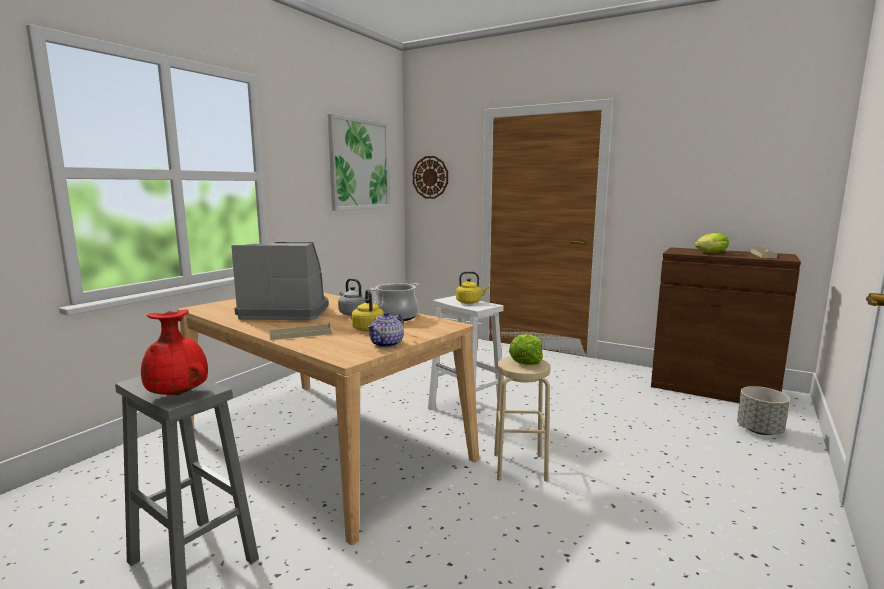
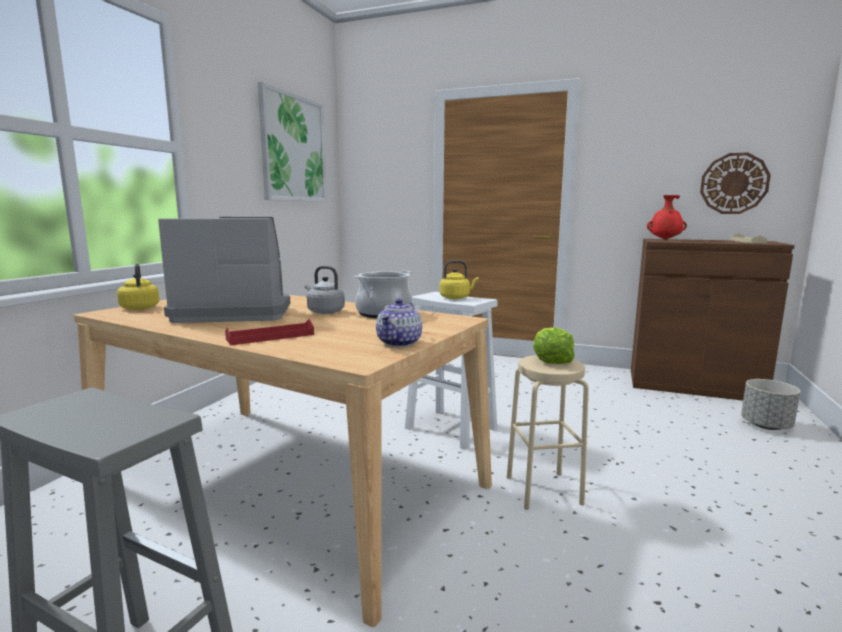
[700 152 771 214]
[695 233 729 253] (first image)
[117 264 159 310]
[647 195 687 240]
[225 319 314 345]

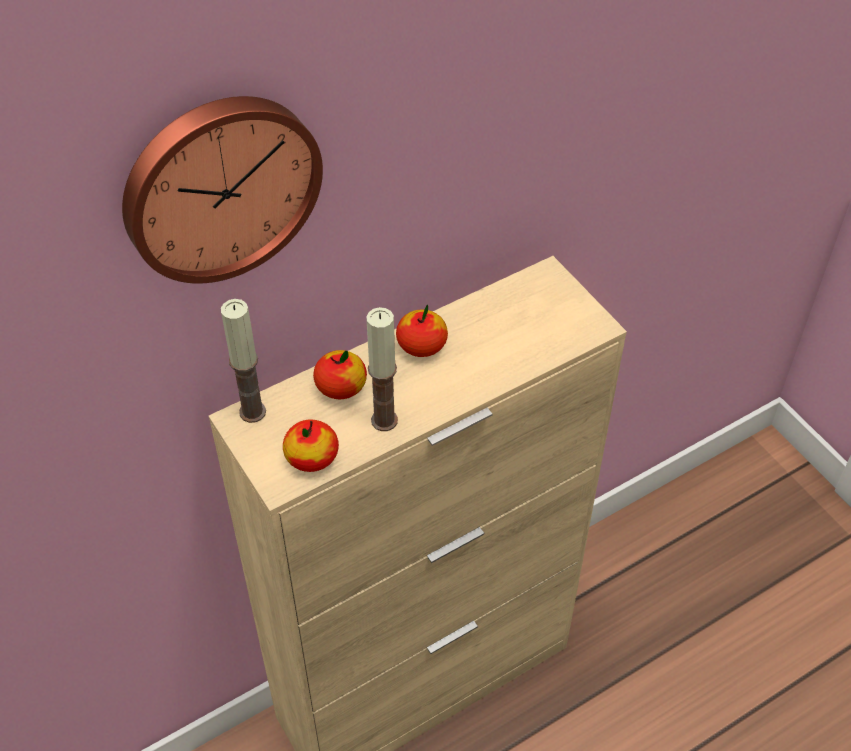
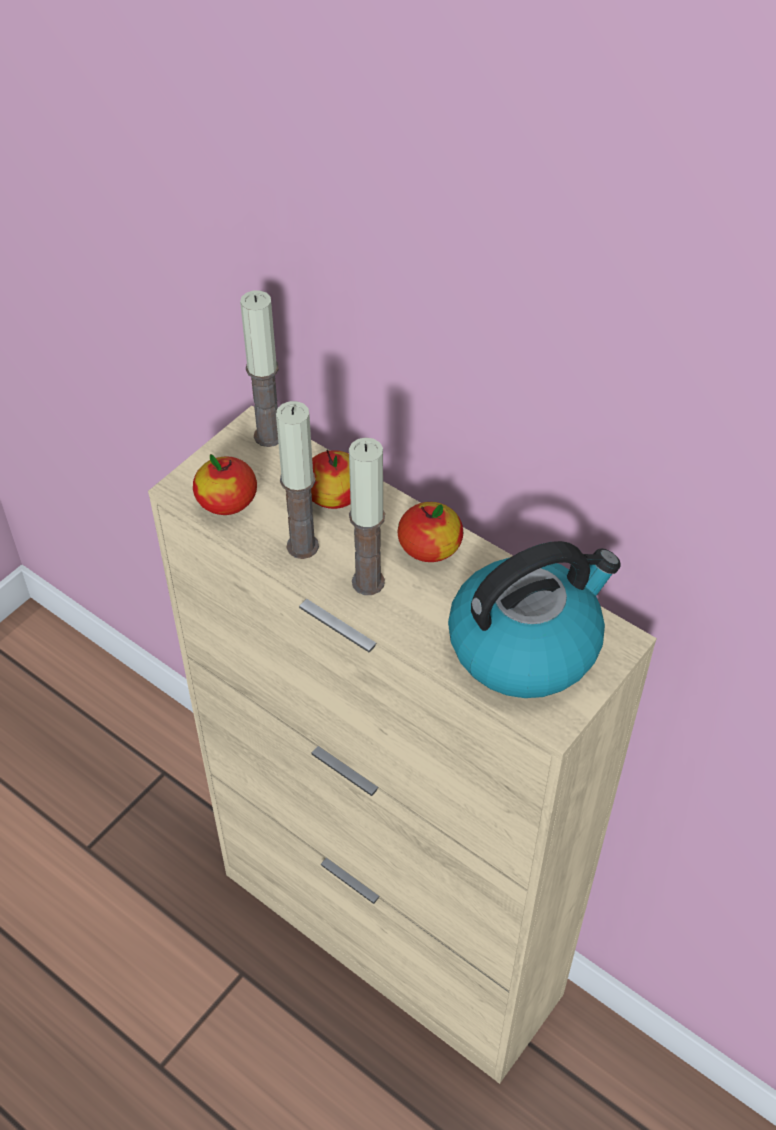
[122 96 323 284] (first image)
[349 437 385 595]
[448 541 621 698]

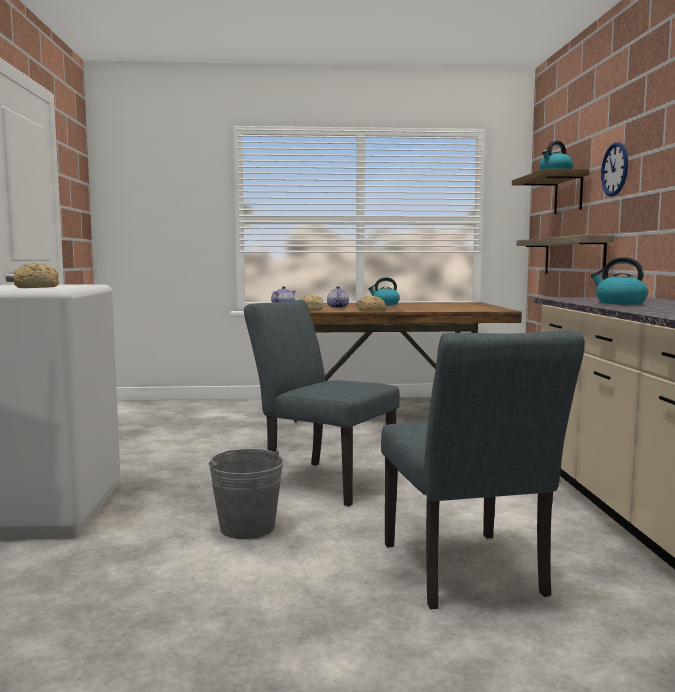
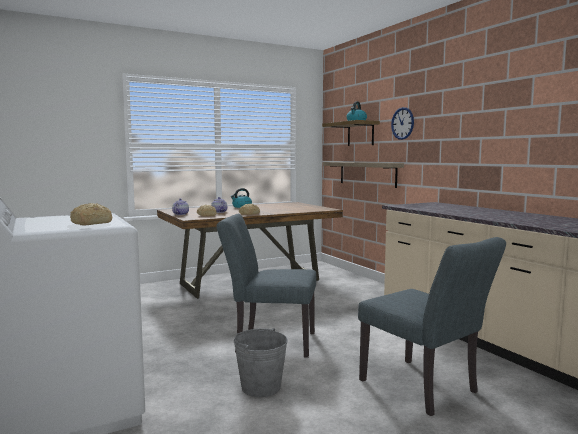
[591 257 648 304] (first image)

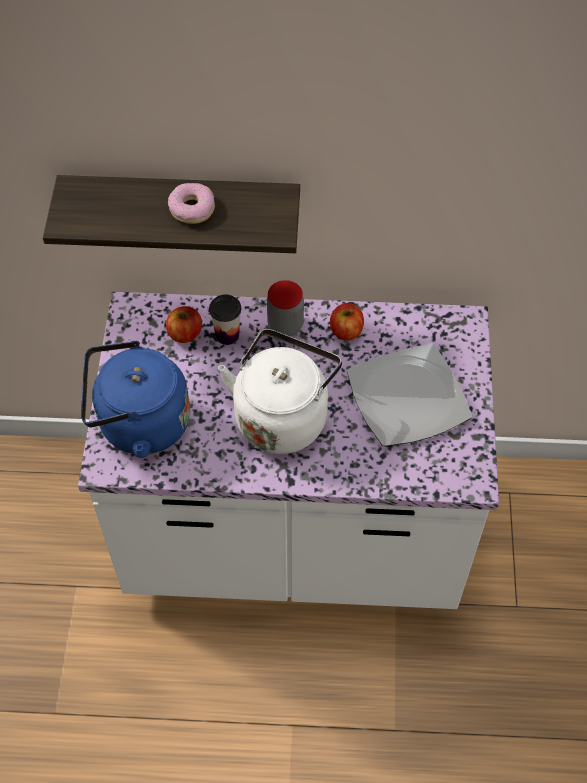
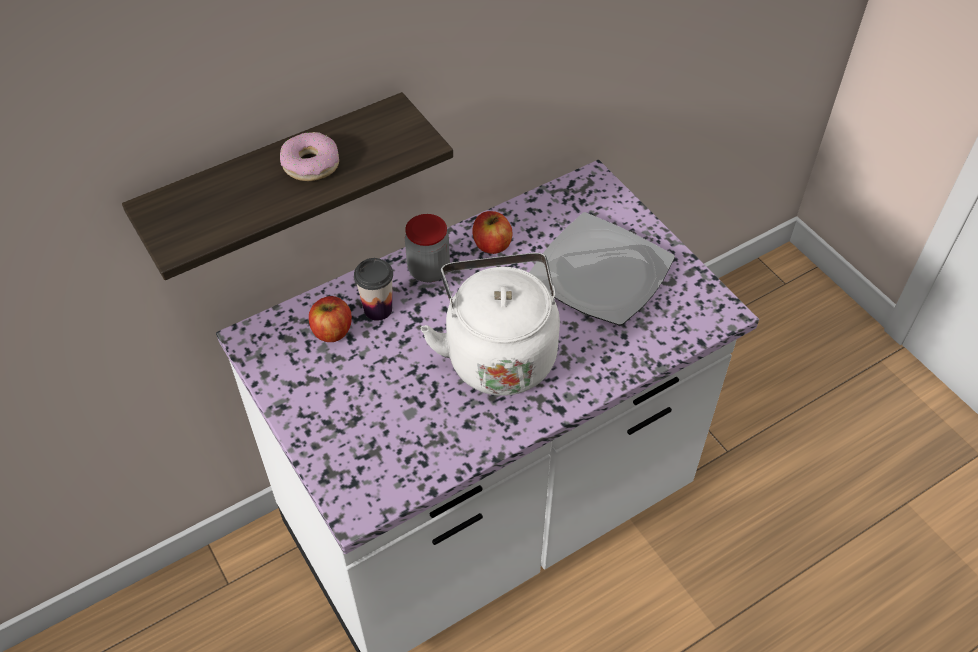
[81 341 190 458] (first image)

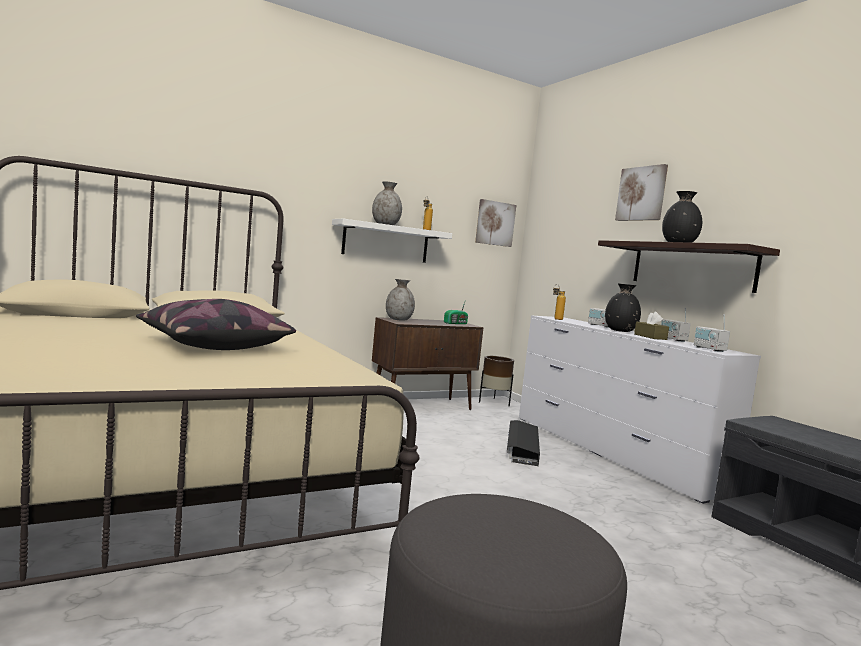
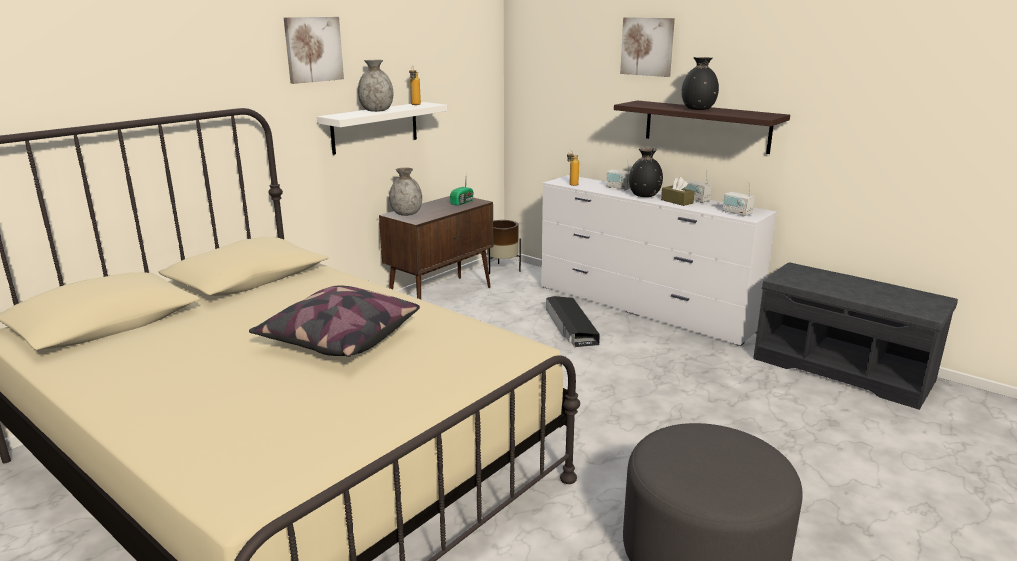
[284 17 344 84]

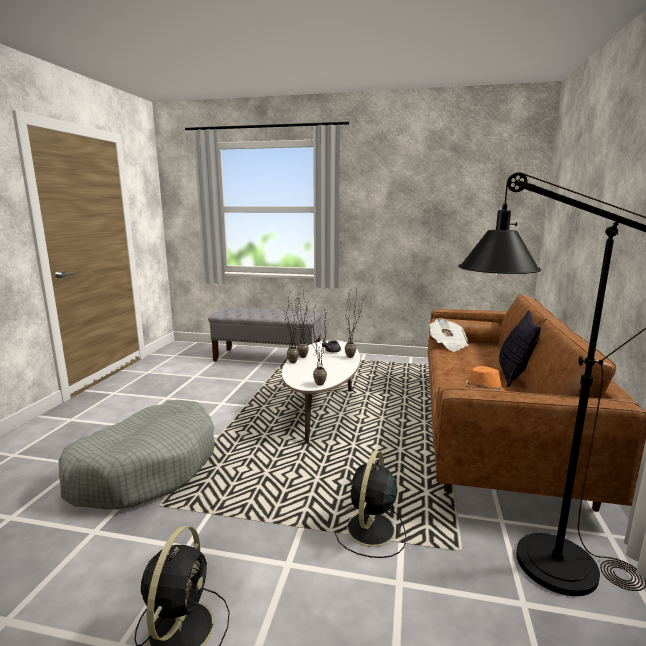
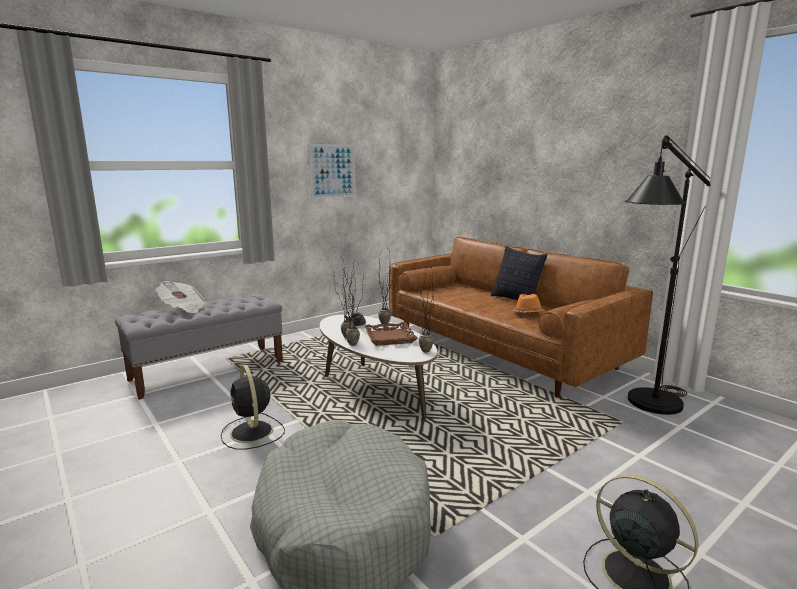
[156 281 207 313]
[221 365 285 450]
[309 144 356 199]
[364 322 418 346]

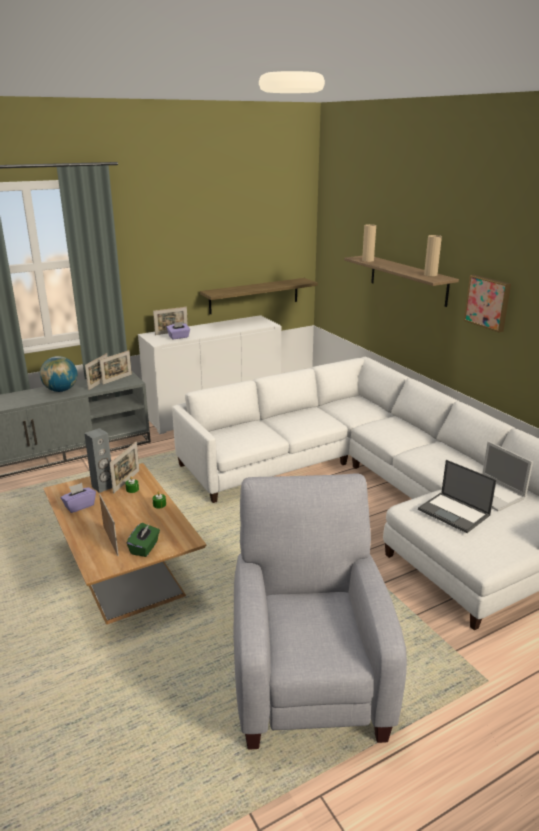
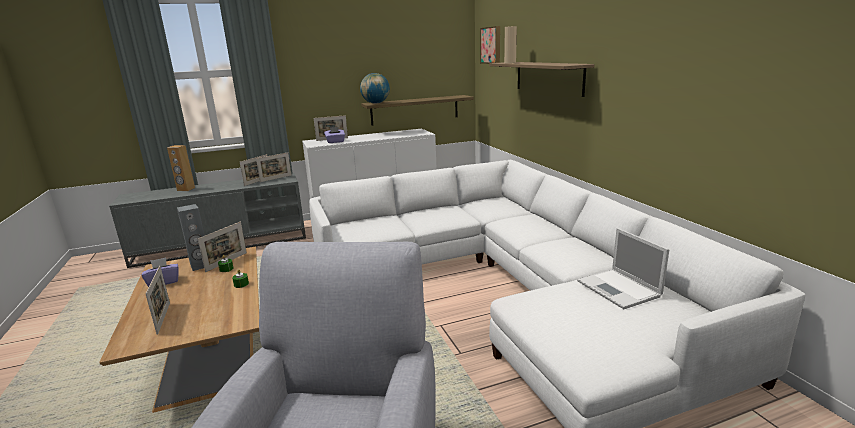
[424 235 442 276] (first image)
[480 26 500 64]
[360 73 390 104]
[418 460 496 533] (first image)
[127 523 160 557] (first image)
[167 145 195 191]

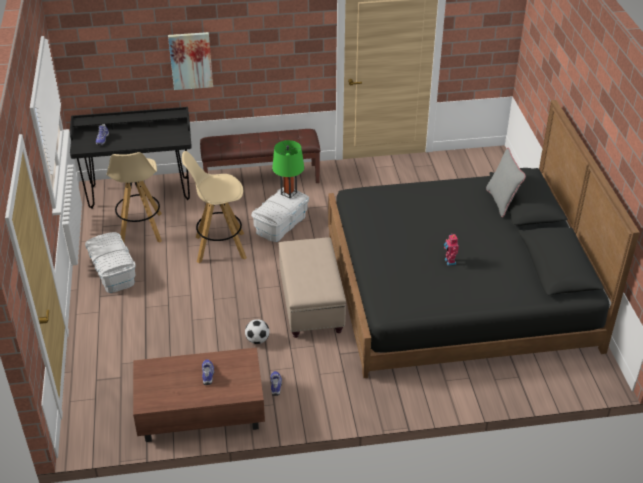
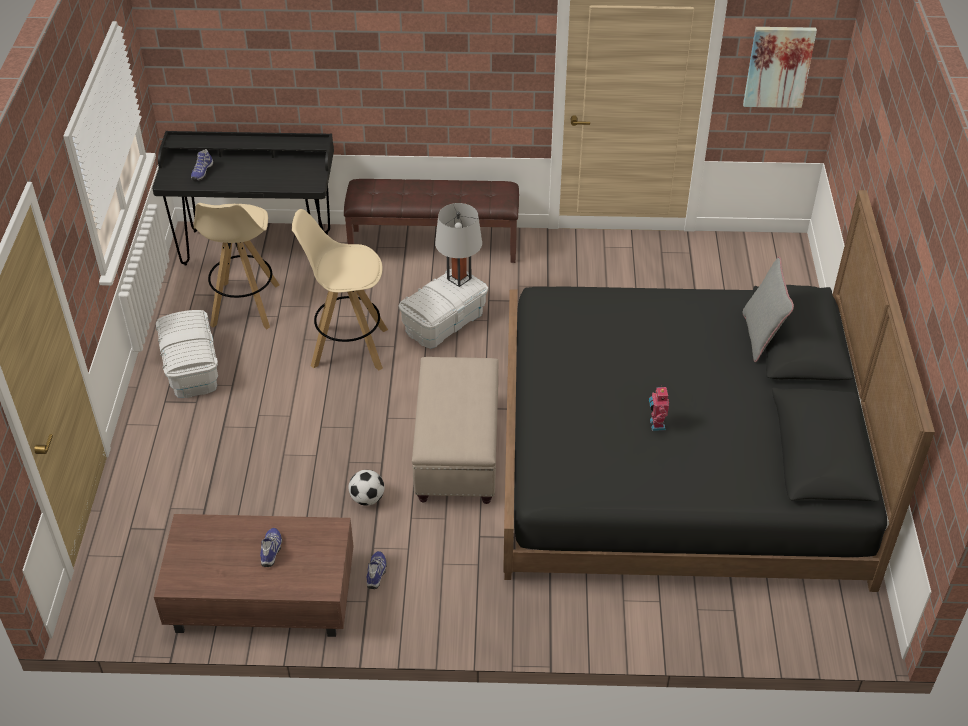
[743 27 817 108]
[435 203 482 287]

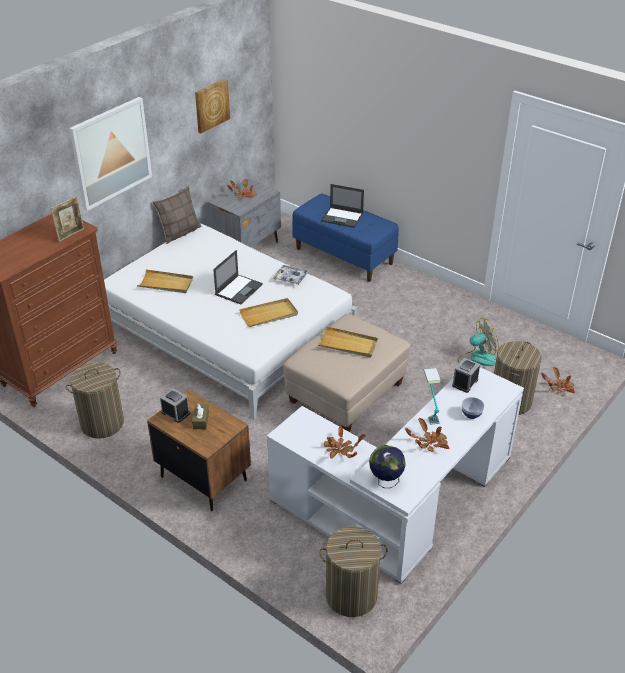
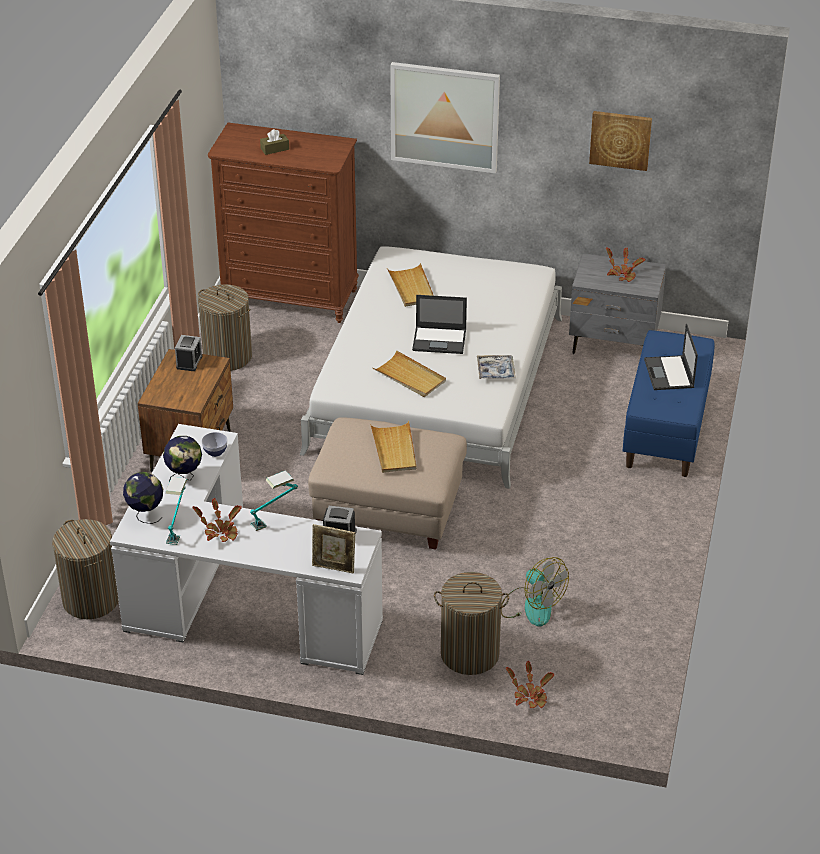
[152 186 202 244] (first image)
[312 524 355 574]
[202 432 227 457]
[260 129 289 155]
[163 436 202 482]
[166 477 187 545]

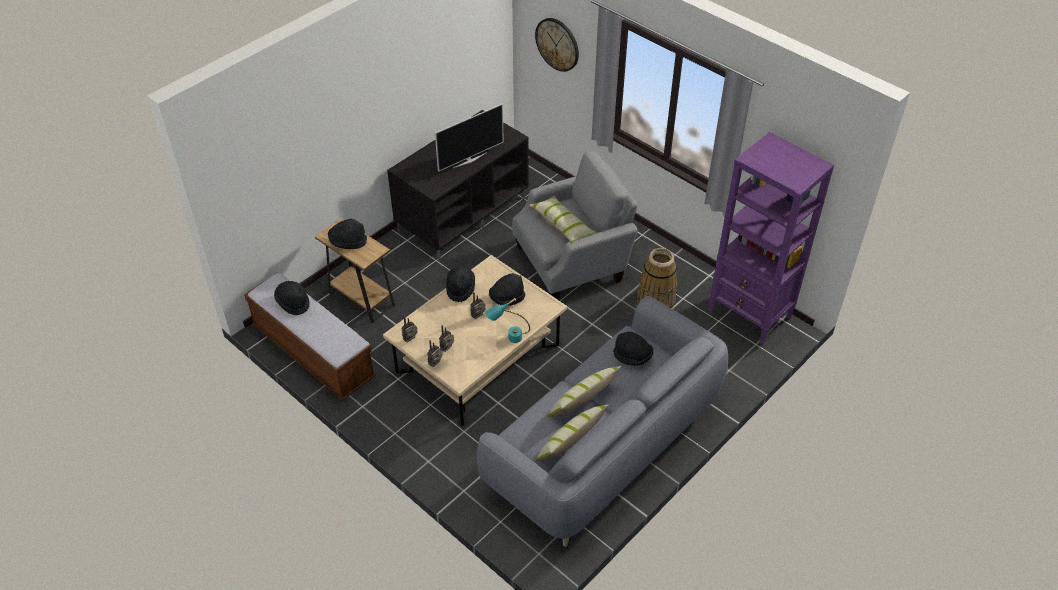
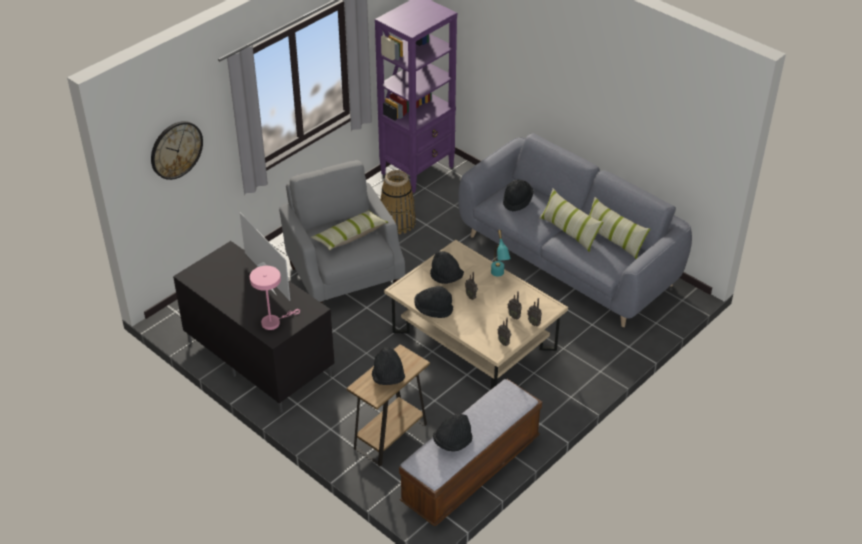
[250 266 300 330]

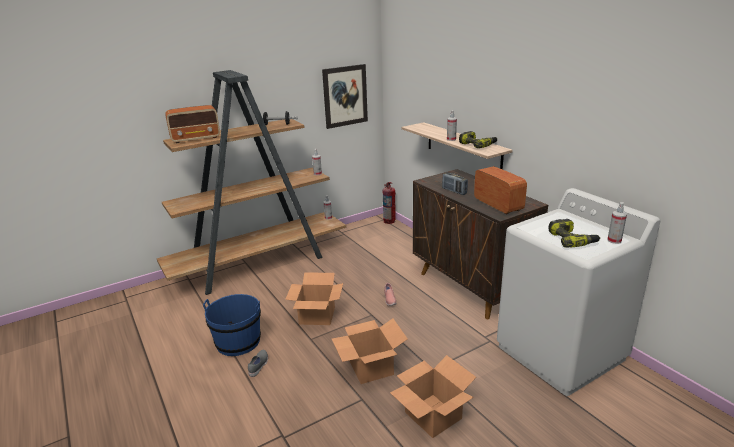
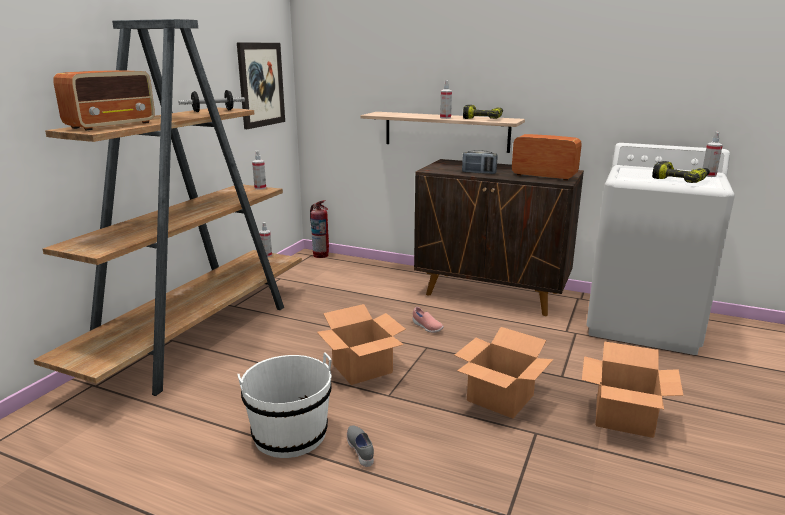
[237 353 332 458]

